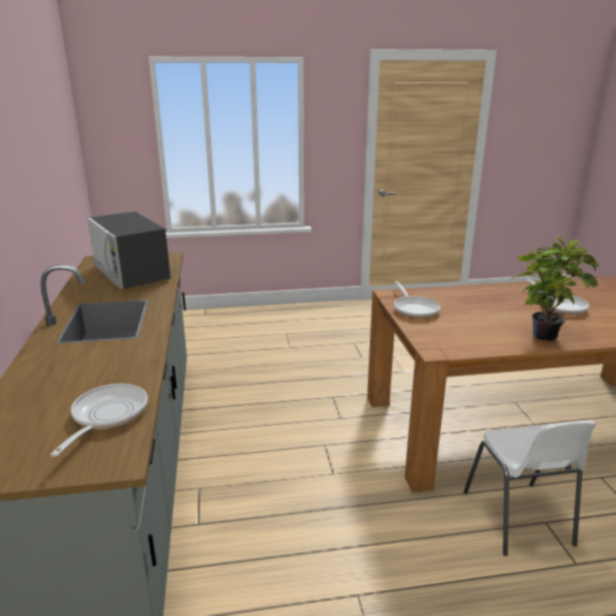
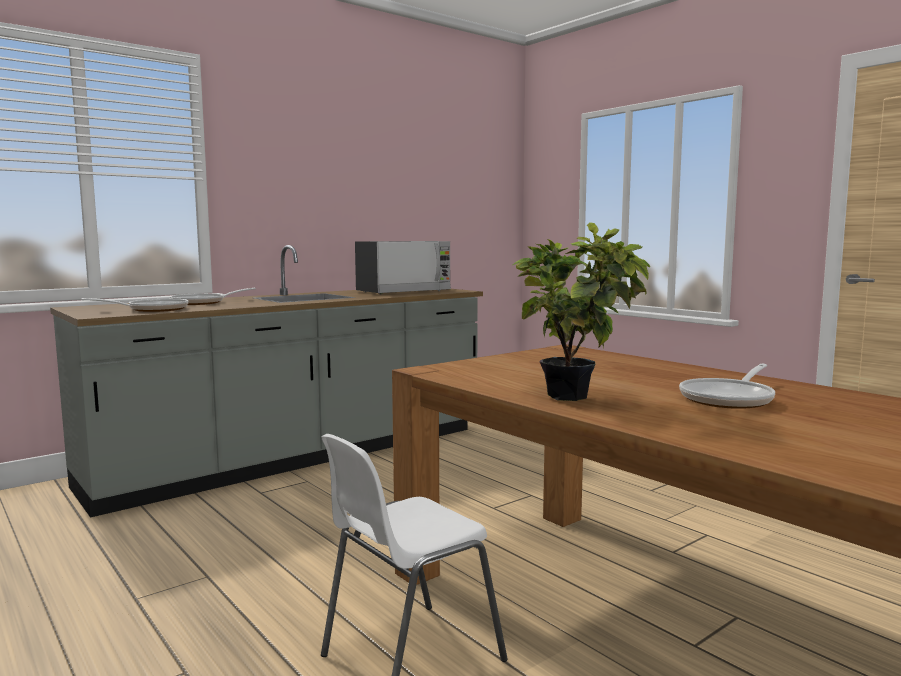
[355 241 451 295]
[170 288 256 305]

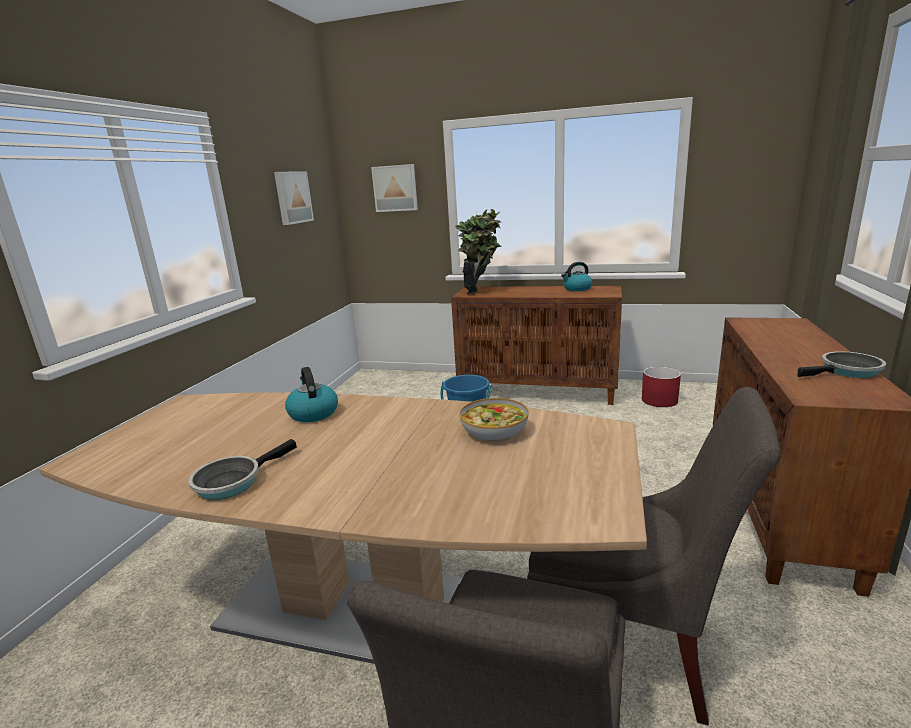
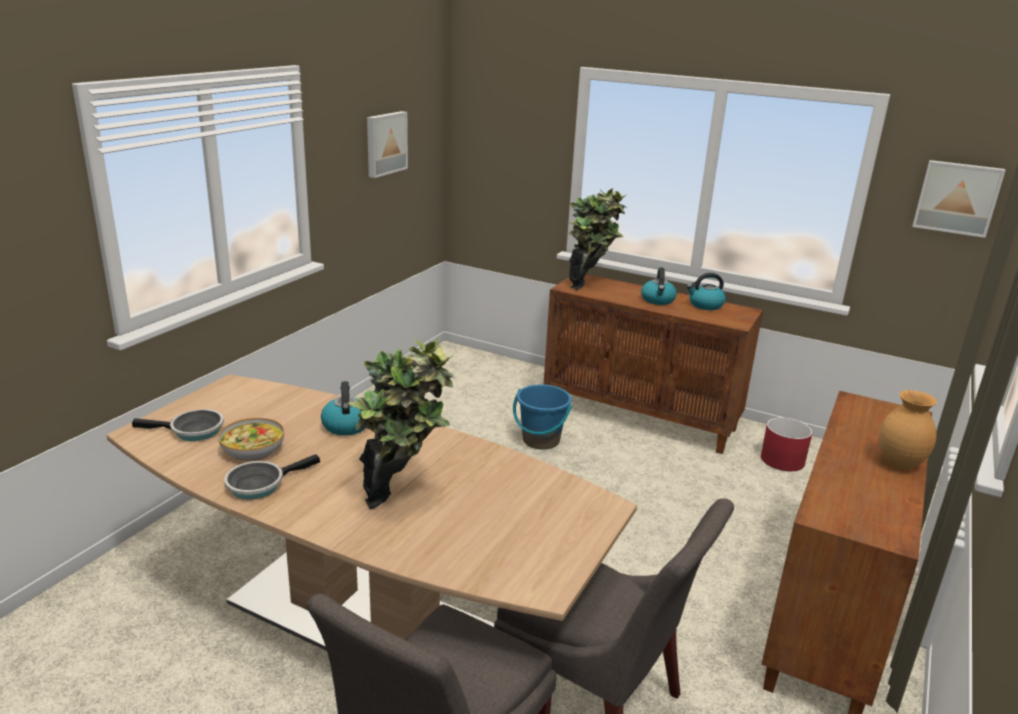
[912 160 1006 238]
[132 409 224 441]
[218 418 284 461]
[641 267 677 305]
[348 337 454 509]
[878 390 937 470]

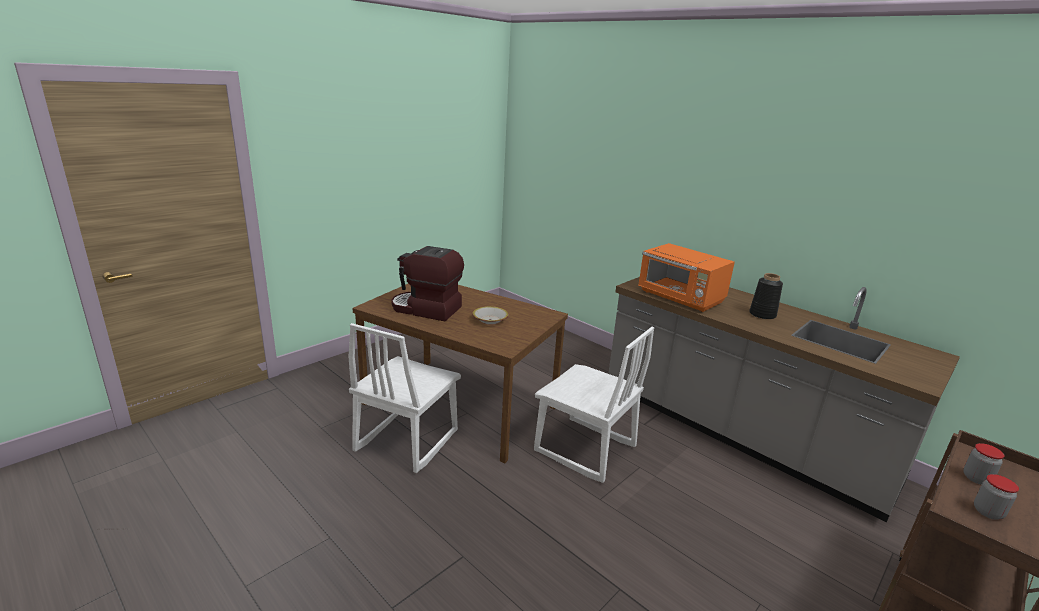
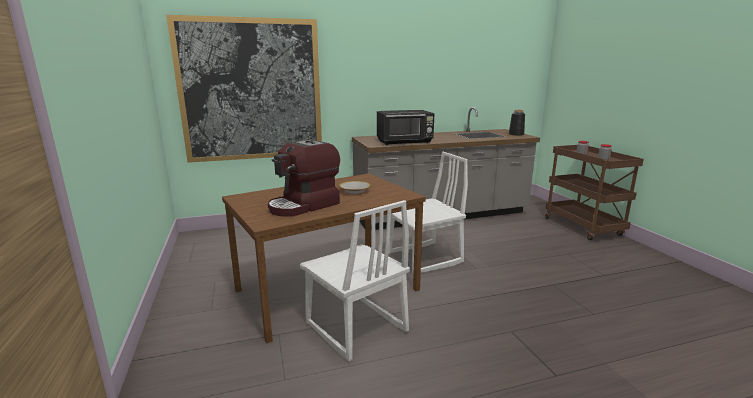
[377 110 435 145]
[509 110 525 136]
[166 15 322 163]

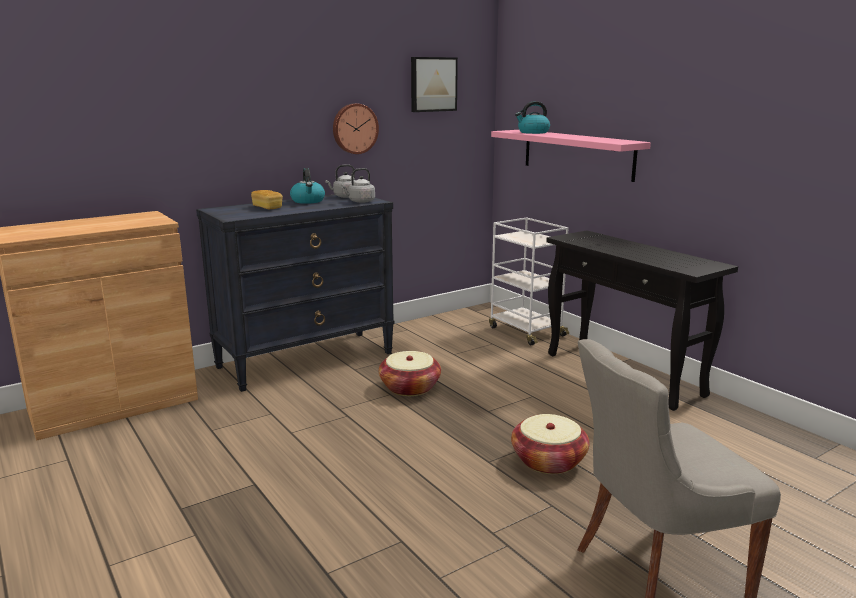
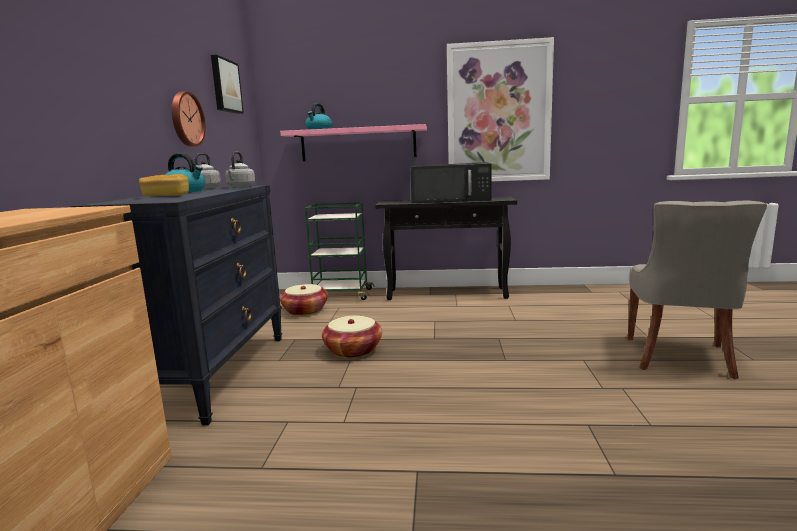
[305 202 375 300]
[280 284 328 316]
[447 37 554 181]
[410 163 492 203]

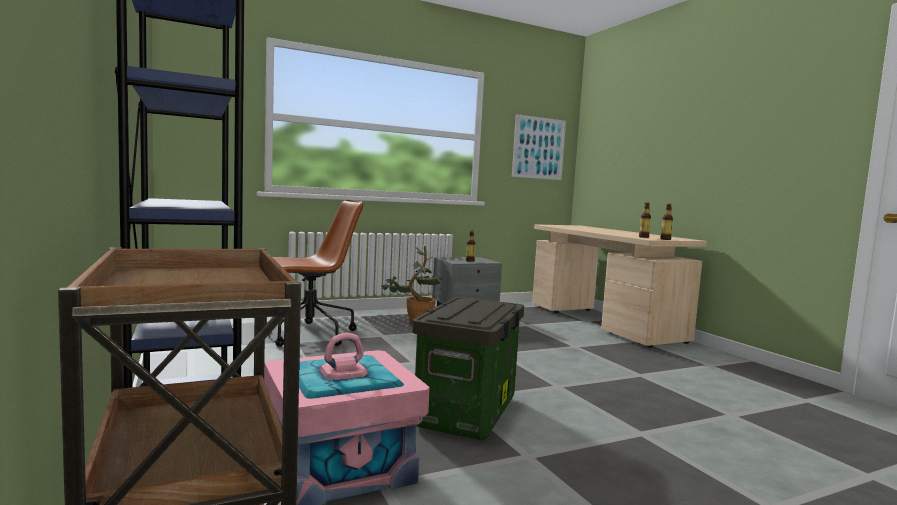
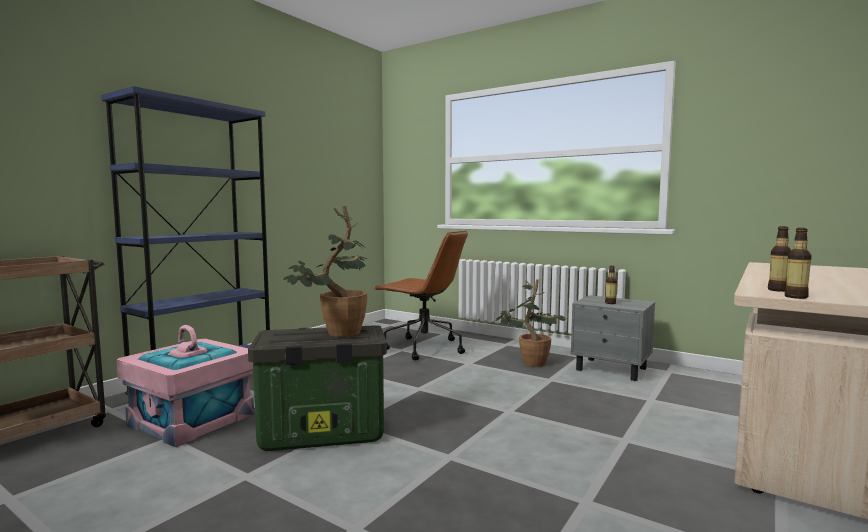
[512 114 566 180] (first image)
[283 206 367 337]

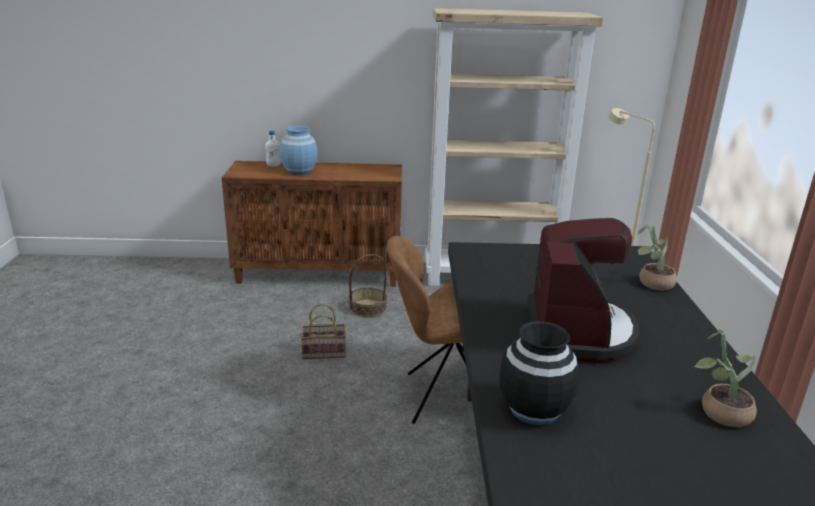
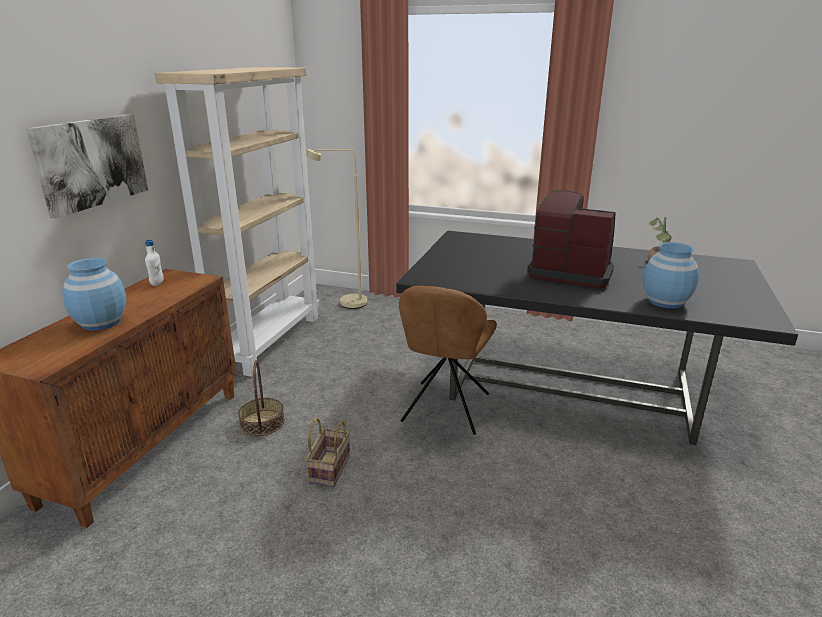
[145 240 164 286]
[638 225 677 290] (first image)
[643 242 699 308]
[26 114 148 218]

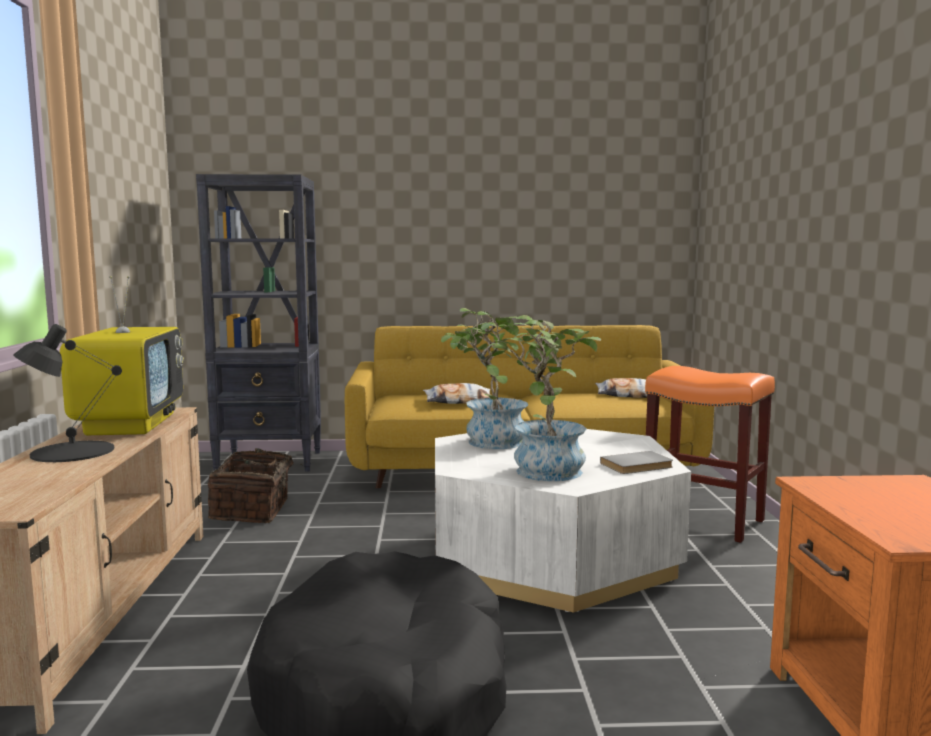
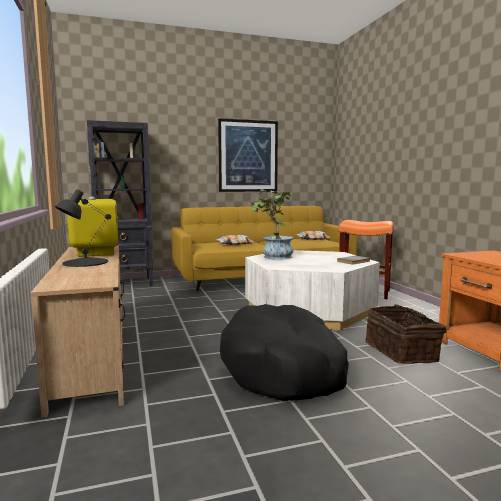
[484 315 601 481] (first image)
[365 304 447 364]
[218 118 278 192]

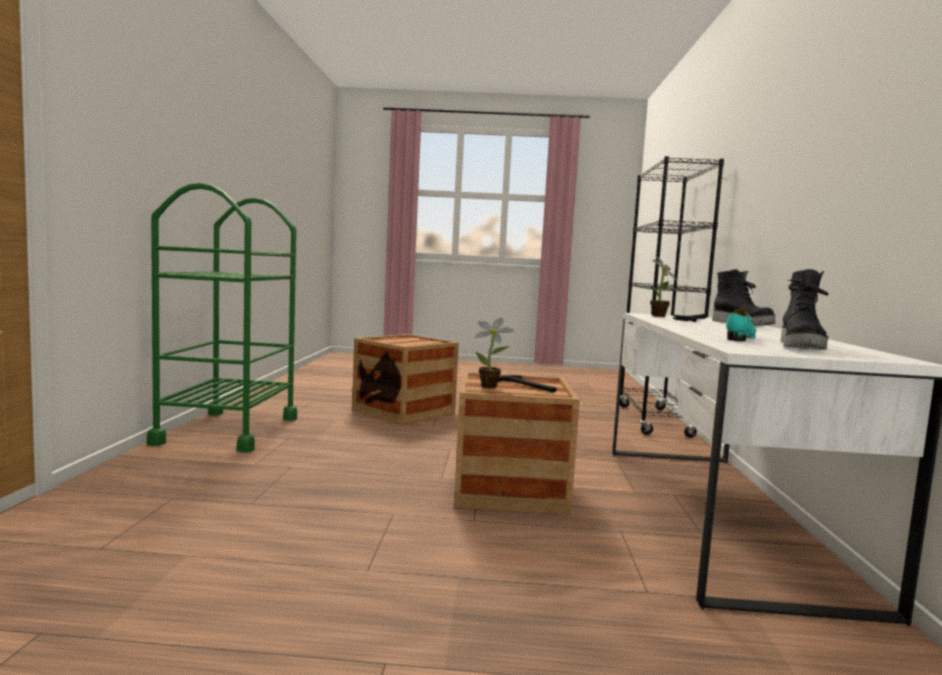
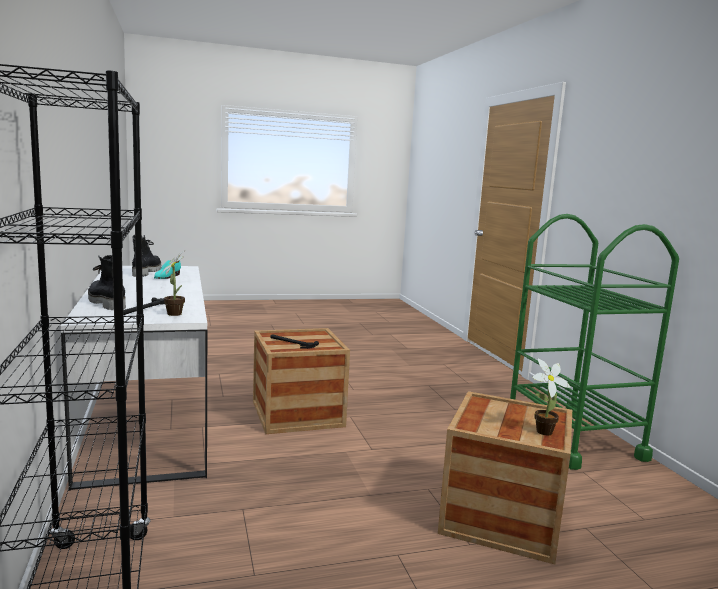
[532 359 570 435]

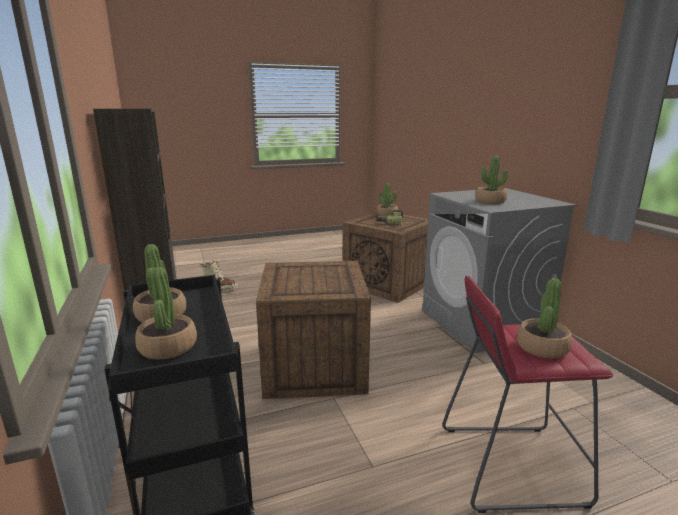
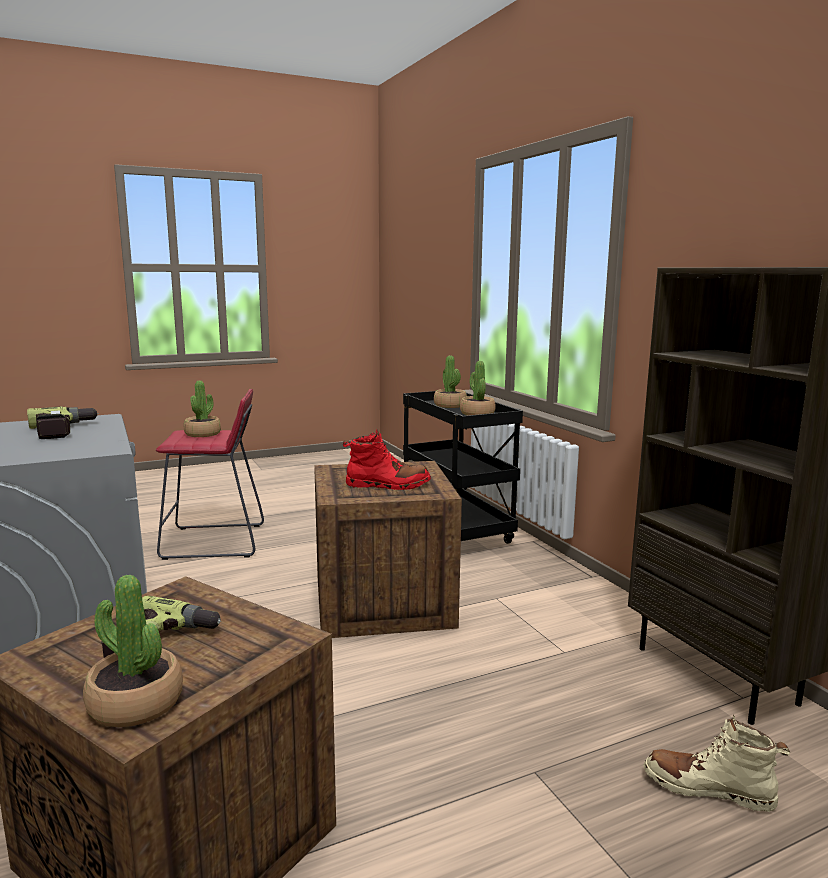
[27 406 99 439]
[343 429 431 490]

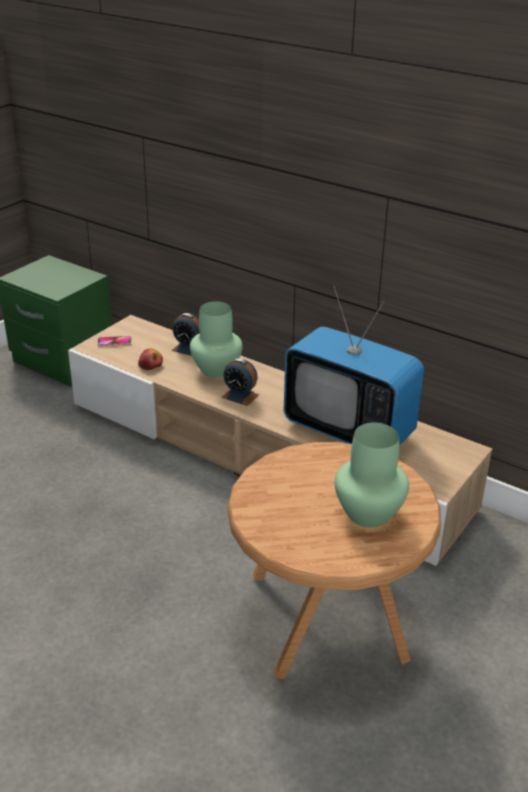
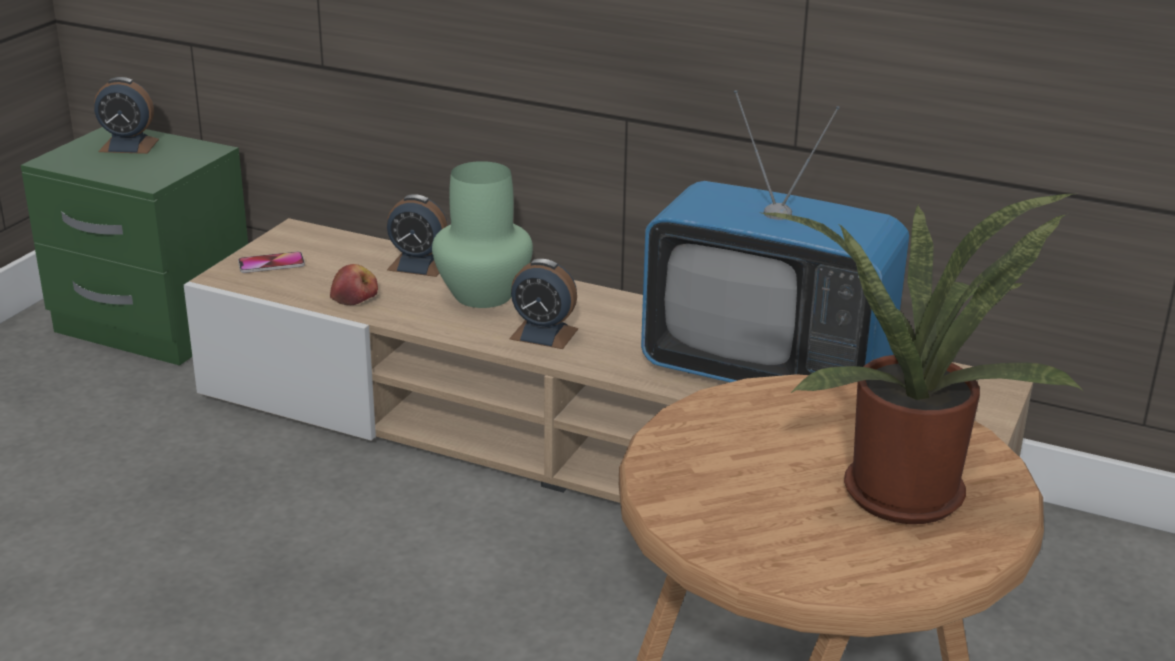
[759 194 1084 524]
[94 77 159 154]

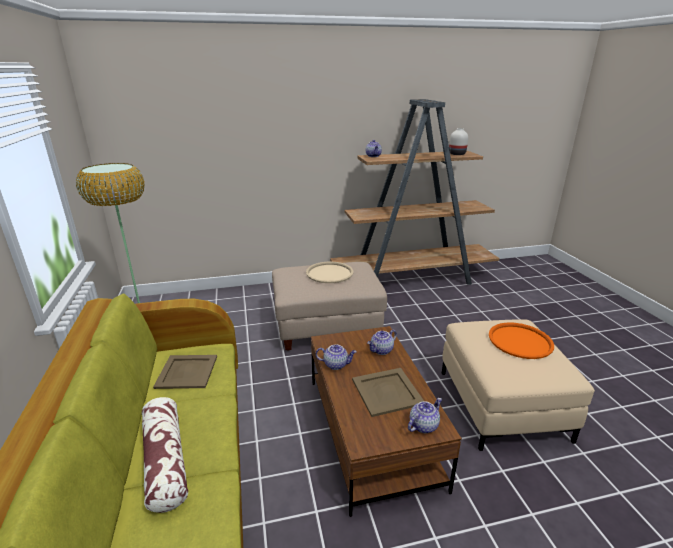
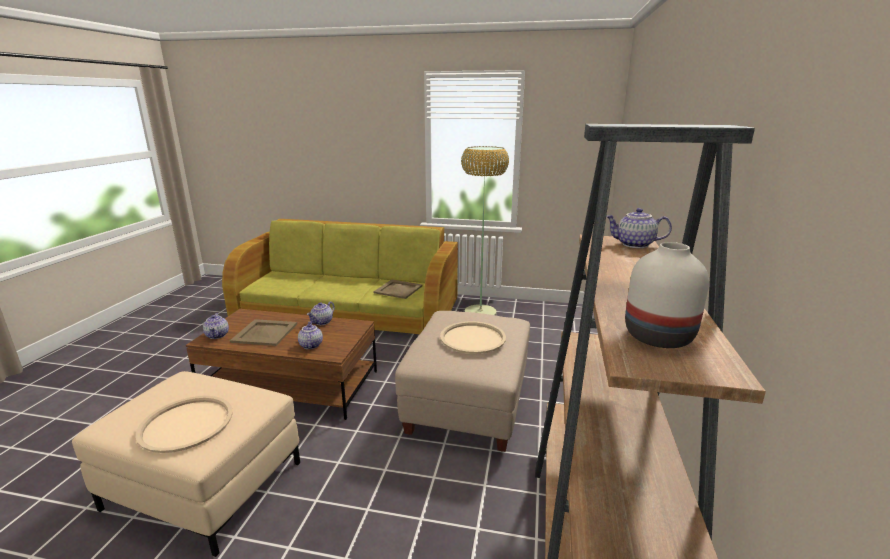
[135 396 233 453]
[142 397 188 513] (first image)

